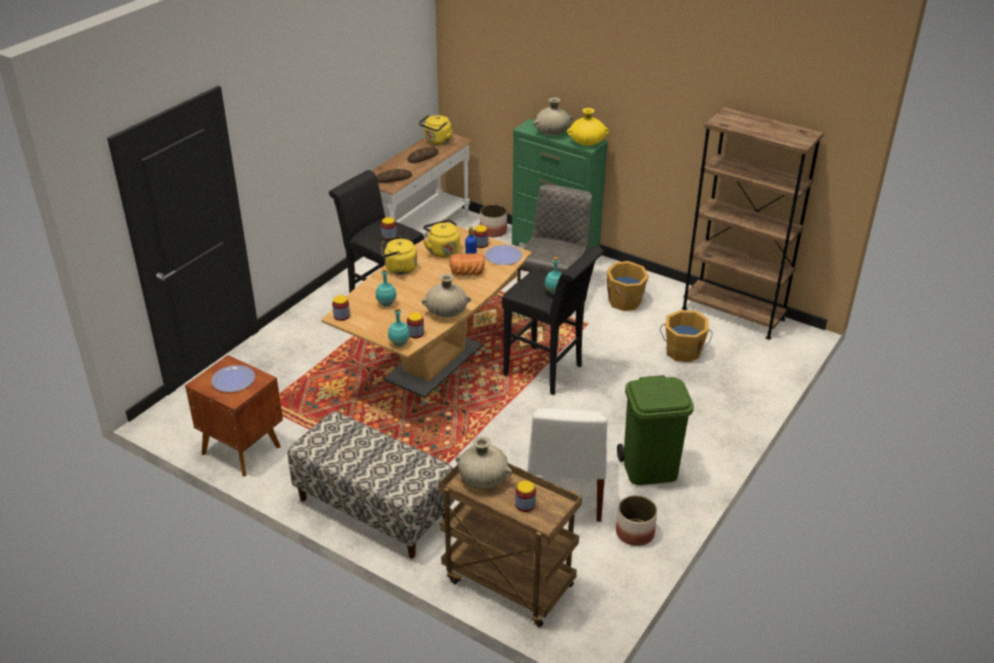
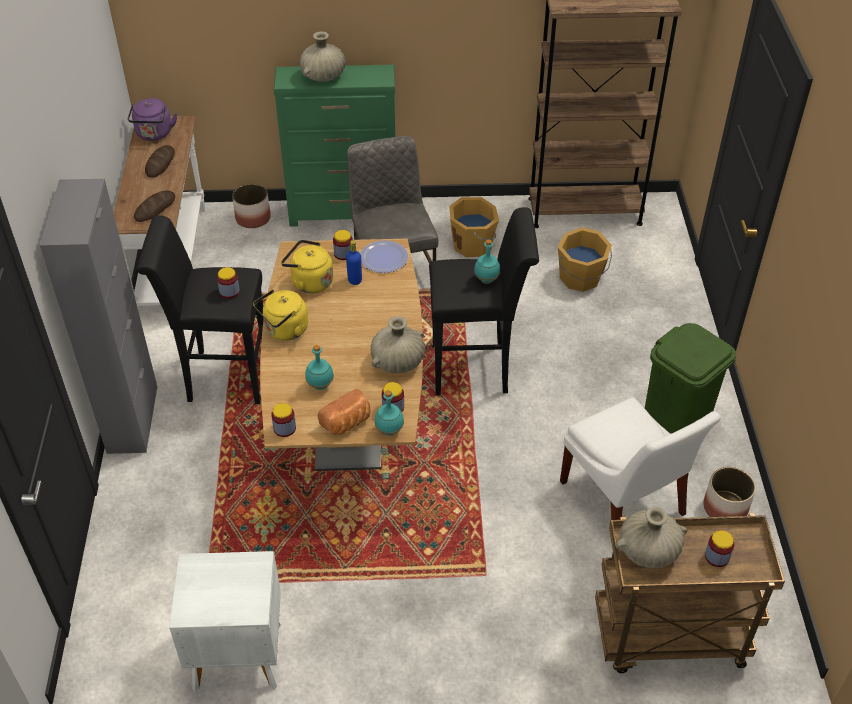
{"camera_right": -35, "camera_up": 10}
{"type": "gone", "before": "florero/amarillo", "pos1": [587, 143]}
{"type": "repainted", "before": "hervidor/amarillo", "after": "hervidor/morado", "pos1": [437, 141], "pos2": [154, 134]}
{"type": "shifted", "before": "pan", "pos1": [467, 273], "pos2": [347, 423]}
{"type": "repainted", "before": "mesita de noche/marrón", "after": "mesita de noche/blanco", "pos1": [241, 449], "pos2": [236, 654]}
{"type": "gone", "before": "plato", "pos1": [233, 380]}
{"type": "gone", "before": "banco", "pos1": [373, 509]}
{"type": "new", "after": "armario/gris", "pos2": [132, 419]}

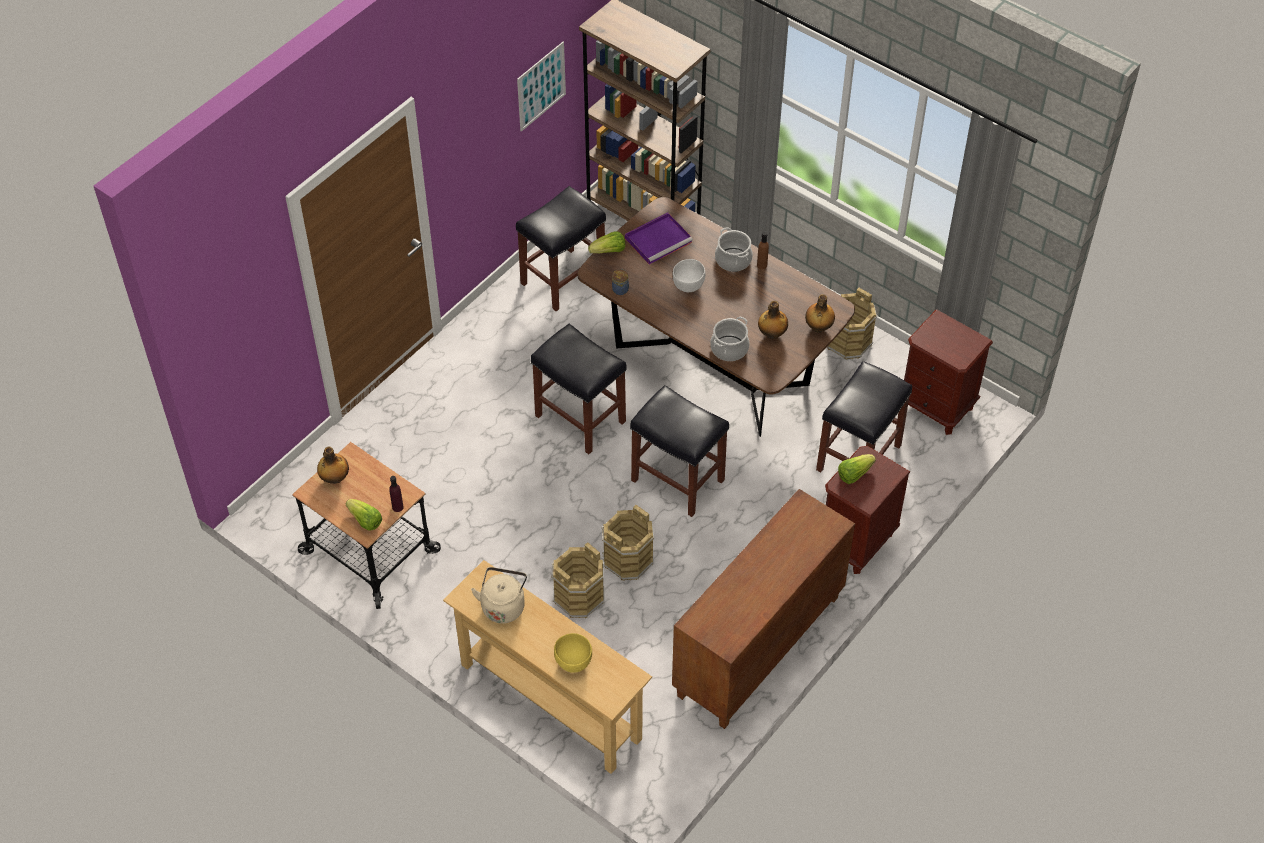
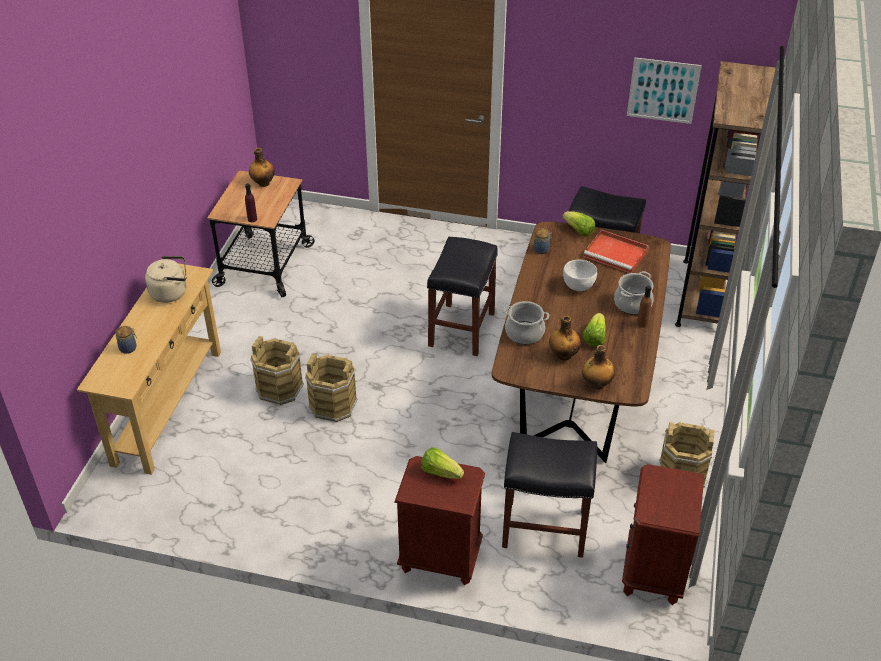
{"camera_right": 65, "camera_up": -10}
{"type": "repainted", "before": "bandeja/morado", "after": "bandeja/rojo", "pos1": [659, 239], "pos2": [617, 254]}
{"type": "gone", "before": "taburete/negro", "pos1": [676, 480]}
{"type": "gone", "before": "armario/marrón", "pos1": [759, 648]}
{"type": "shifted", "before": "lechuga", "pos1": [365, 521], "pos2": [594, 337]}
{"type": "swapped", "before": "cuenco/amarillo", "after": "tarro", "pos1": [573, 662], "pos2": [129, 348]}

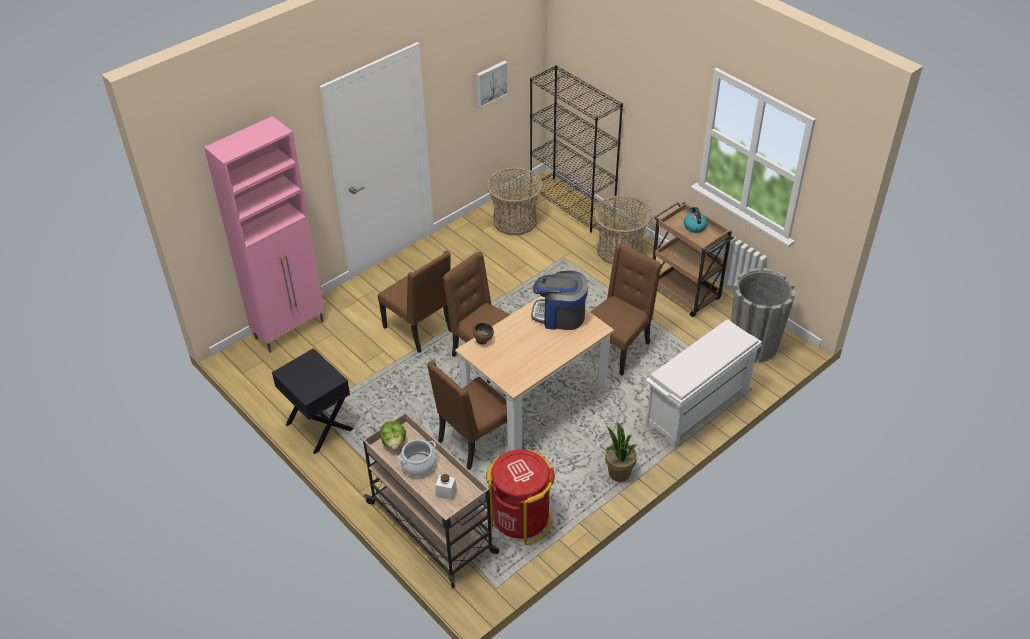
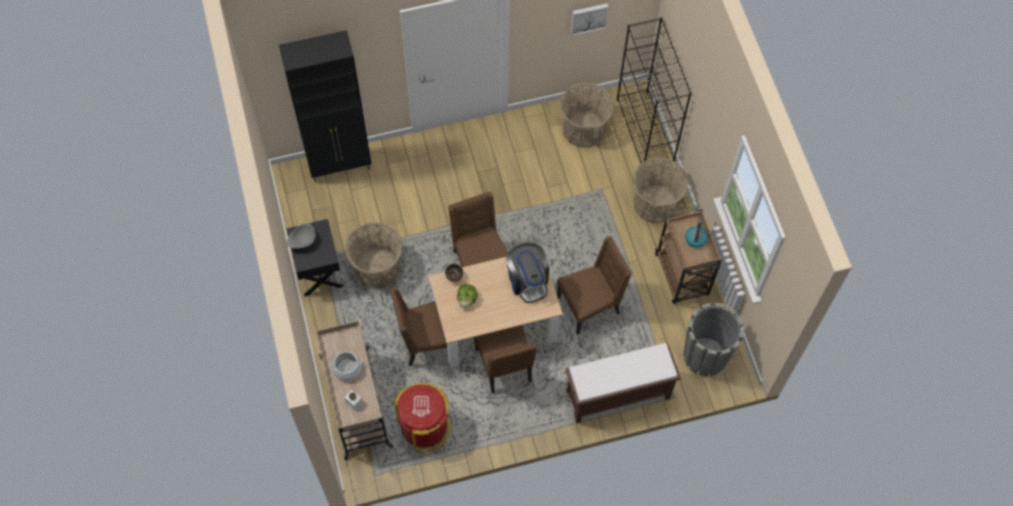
{"camera_right": 25, "camera_up": 20}
{"type": "repainted", "before": "armario/rosa", "after": "armario/negro", "pos1": [290, 330], "pos2": [341, 166]}
{"type": "shifted", "before": "silla/marrón", "pos1": [420, 329], "pos2": [505, 366]}
{"type": "rotated", "before": "cafetera", "pos1": [560, 316], "pos2": [527, 280], "turn": -150}
{"type": "repainted", "before": "banco/blanco", "after": "banco/marrón", "pos1": [696, 410], "pos2": [617, 395]}
{"type": "shifted", "before": "lechuga", "pos1": [394, 442], "pos2": [467, 299]}
{"type": "gone", "before": "planta en maceta", "pos1": [618, 473]}
{"type": "new", "after": "cesta", "pos2": [377, 267]}
{"type": "new", "after": "cuenco/gris", "pos2": [303, 242]}

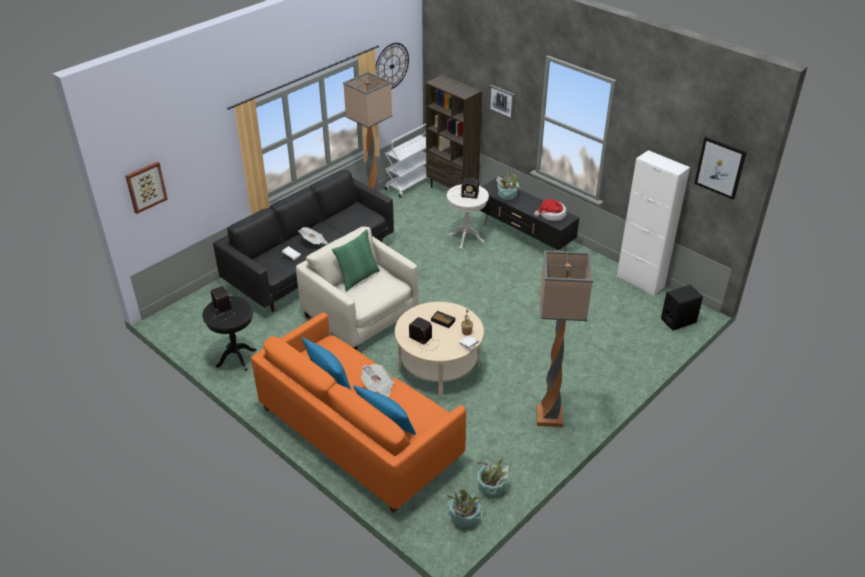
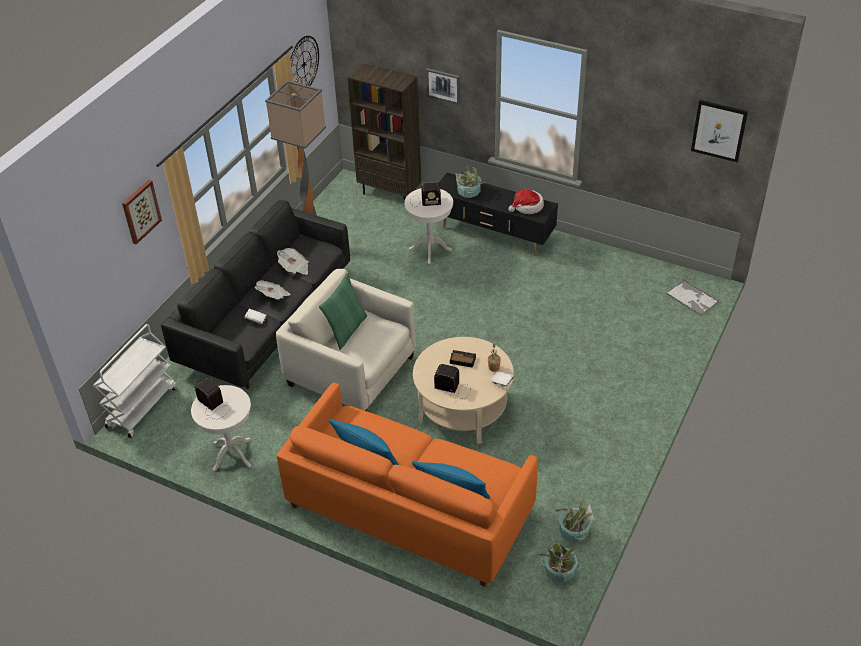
{"camera_right": -15, "camera_up": 5}
{"type": "shifted", "before": "carrito/blanco", "pos1": [410, 183], "pos2": [142, 406]}
{"type": "gone", "before": "armario/blanco", "pos1": [640, 282]}
{"type": "shifted", "before": "cuadro", "pos1": [146, 187], "pos2": [140, 211]}
{"type": "gone", "before": "lámpara de pie", "pos1": [548, 416]}
{"type": "swapped", "before": "altavoz/negro", "after": "bandeja", "pos1": [678, 321], "pos2": [692, 298]}
{"type": "repainted", "before": "mesa auxiliar/negro", "after": "mesa auxiliar/blanco", "pos1": [236, 358], "pos2": [231, 454]}
{"type": "shifted", "before": "periódico", "pos1": [378, 386], "pos2": [294, 268]}

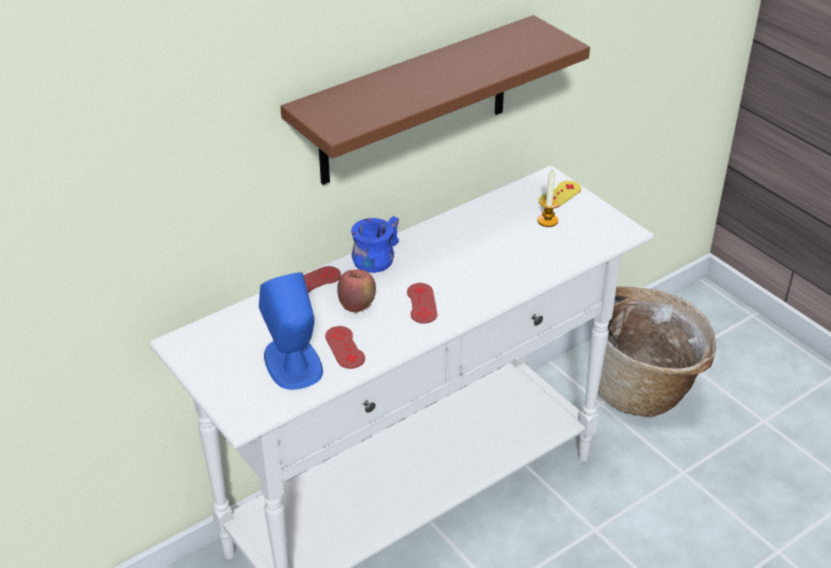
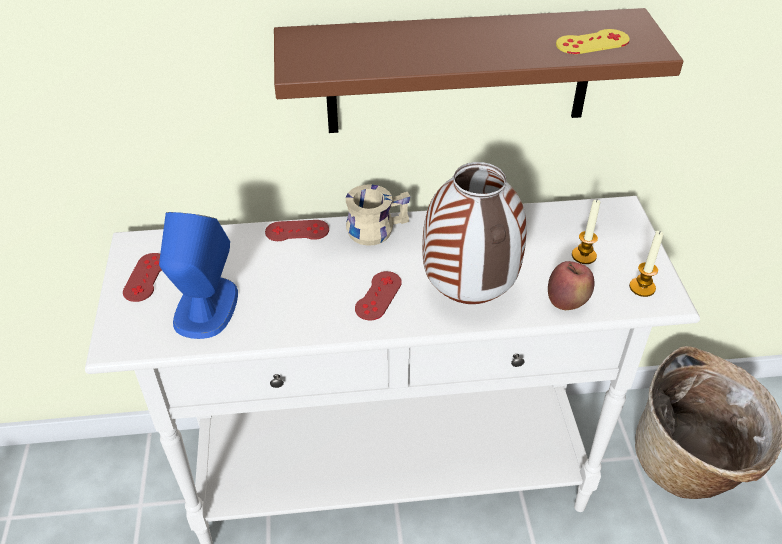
{"camera_right": 30, "camera_up": 5}
{"type": "shifted", "before": "mando de consola/amarillo", "pos1": [559, 195], "pos2": [592, 42]}
{"type": "repainted", "before": "taza grande/azul", "after": "taza grande/beis", "pos1": [374, 256], "pos2": [375, 227]}
{"type": "shifted", "before": "manzana", "pos1": [357, 306], "pos2": [566, 302]}
{"type": "shifted", "before": "mando de consola/rojo", "pos1": [345, 347], "pos2": [145, 277]}
{"type": "new", "after": "florero", "pos2": [466, 295]}
{"type": "new", "after": "vela", "pos2": [642, 287]}

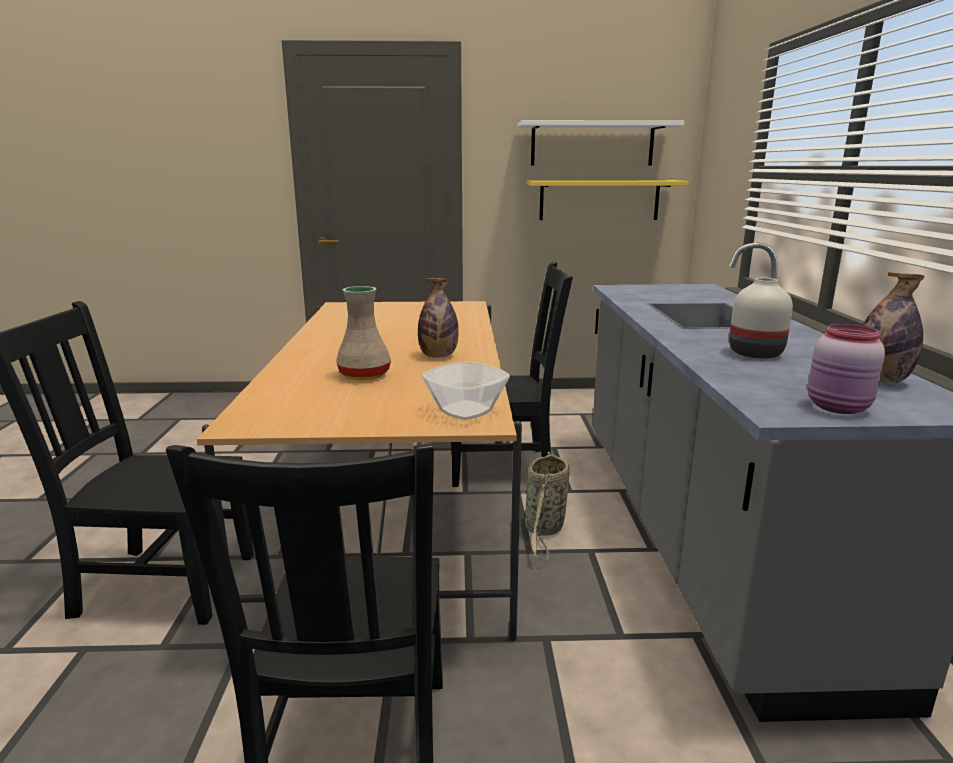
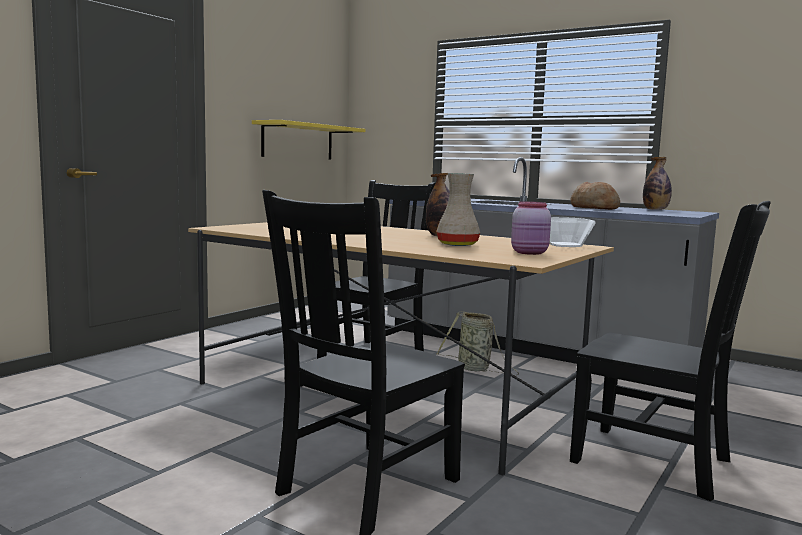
{"camera_right": -55, "camera_up": -10}
{"type": "gone", "before": "estante/blanco", "pos1": [592, 144]}
{"type": "swapped", "before": "florero/blanco", "after": "pan", "pos1": [754, 353], "pos2": [594, 208]}
{"type": "shifted", "before": "tarro/rosa", "pos1": [839, 408], "pos2": [530, 253]}

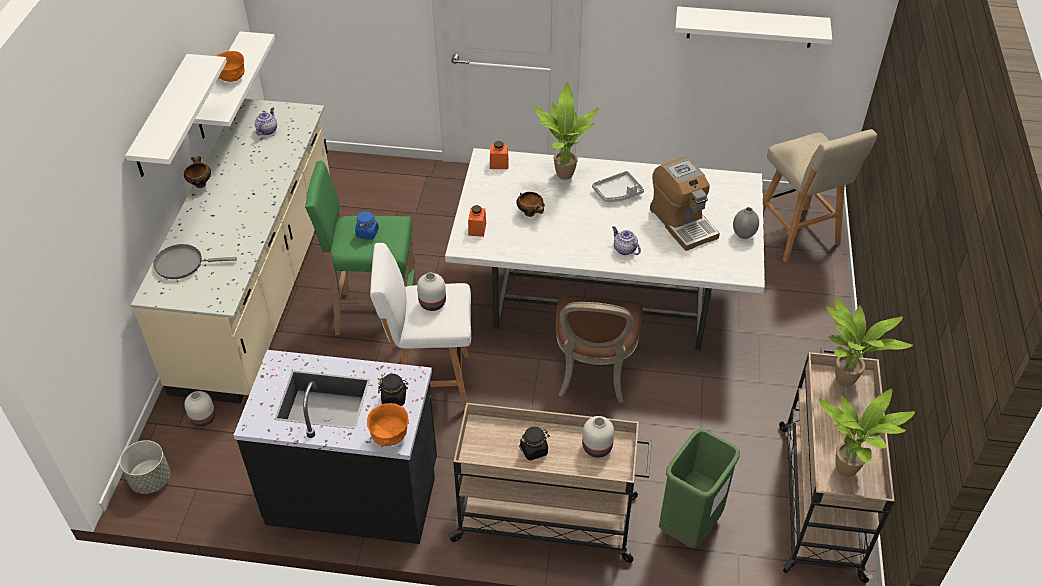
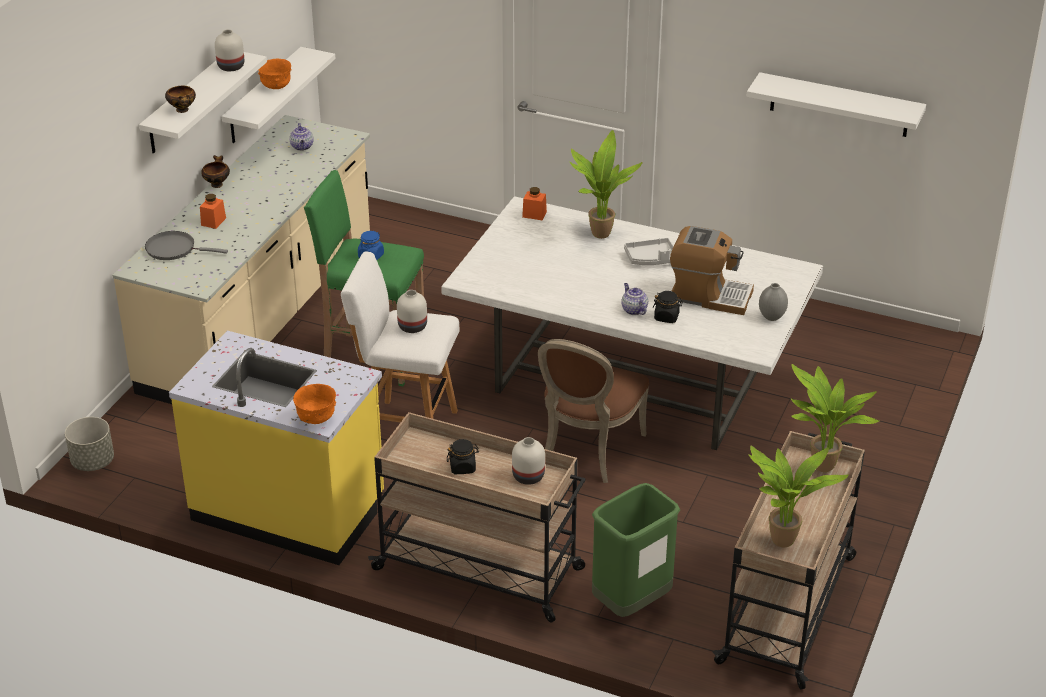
{"camera_right": 15, "camera_up": -10}
{"type": "rotated", "before": "tetera", "pos1": [267, 130], "pos2": [302, 147], "turn": 135}
{"type": "gone", "before": "taburete/beis", "pos1": [797, 236]}
{"type": "rotated", "before": "cafetera", "pos1": [682, 222], "pos2": [709, 296], "turn": -60}
{"type": "shifted", "before": "cuenco", "pos1": [530, 213], "pos2": [183, 110]}
{"type": "shifted", "before": "tarro/naranja", "pos1": [477, 229], "pos2": [213, 221]}
{"type": "repainted", "before": "mueble bajo de cocina/negro", "after": "mueble bajo de cocina/amarillo", "pos1": [353, 492], "pos2": [289, 509]}
{"type": "shifted", "before": "tarro/negro", "pos1": [394, 398], "pos2": [666, 317]}
{"type": "shifted", "before": "florero/blanco", "pos1": [202, 418], "pos2": [230, 66]}

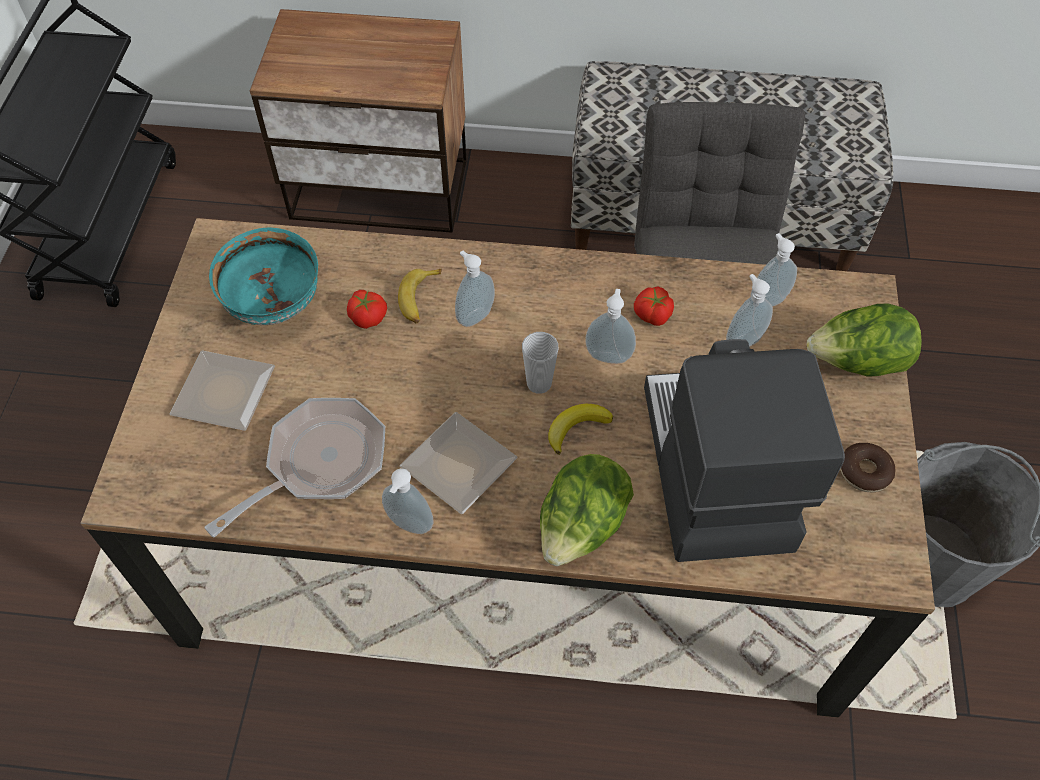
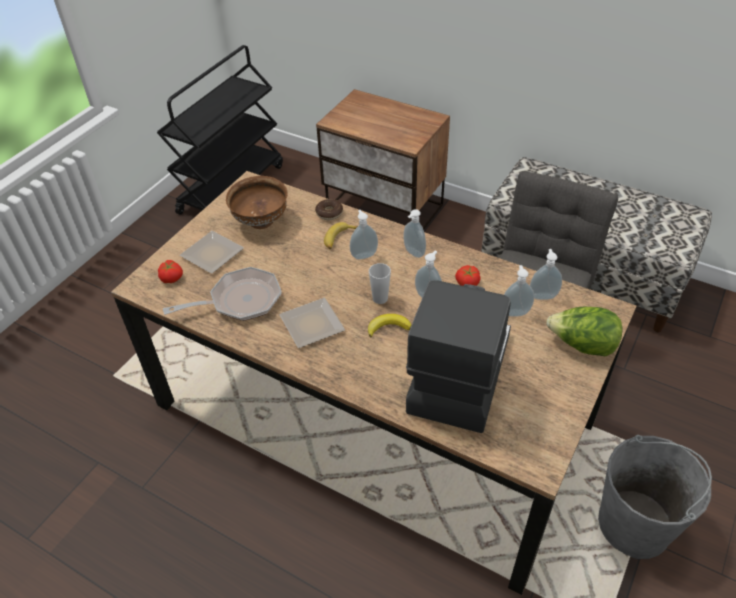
{"camera_right": 25, "camera_up": -10}
{"type": "repainted", "before": "cuenco/turquesa", "after": "cuenco/marrón", "pos1": [276, 307], "pos2": [262, 222]}
{"type": "shifted", "before": "tomate", "pos1": [368, 316], "pos2": [172, 277]}
{"type": "shifted", "before": "rosquilla", "pos1": [864, 472], "pos2": [329, 213]}
{"type": "gone", "before": "lechuga", "pos1": [581, 527]}
{"type": "shifted", "before": "dispensador de jabón", "pos1": [408, 526], "pos2": [413, 253]}

